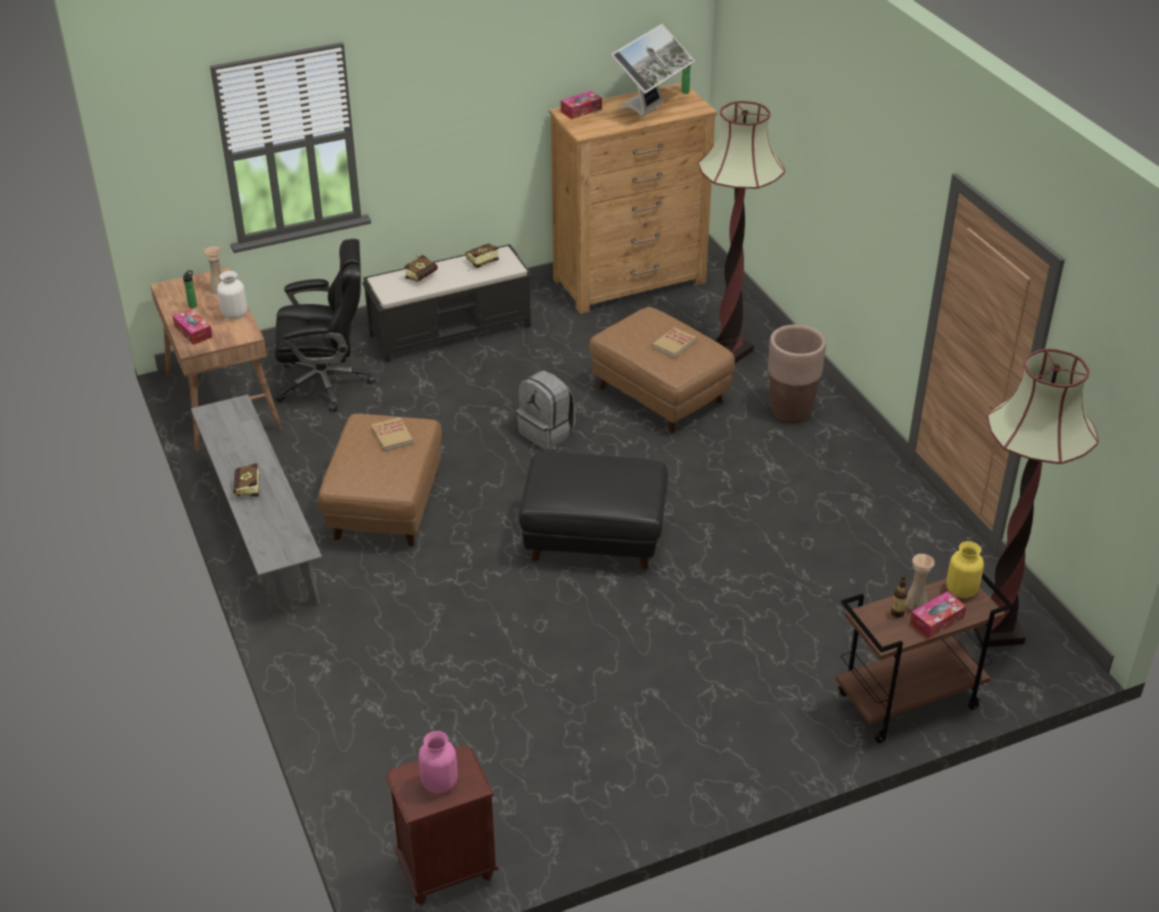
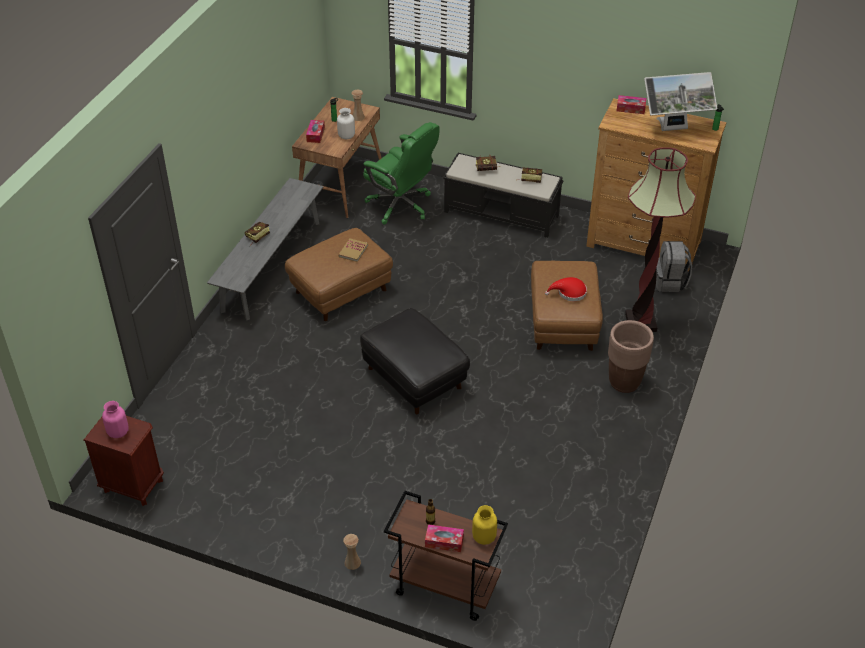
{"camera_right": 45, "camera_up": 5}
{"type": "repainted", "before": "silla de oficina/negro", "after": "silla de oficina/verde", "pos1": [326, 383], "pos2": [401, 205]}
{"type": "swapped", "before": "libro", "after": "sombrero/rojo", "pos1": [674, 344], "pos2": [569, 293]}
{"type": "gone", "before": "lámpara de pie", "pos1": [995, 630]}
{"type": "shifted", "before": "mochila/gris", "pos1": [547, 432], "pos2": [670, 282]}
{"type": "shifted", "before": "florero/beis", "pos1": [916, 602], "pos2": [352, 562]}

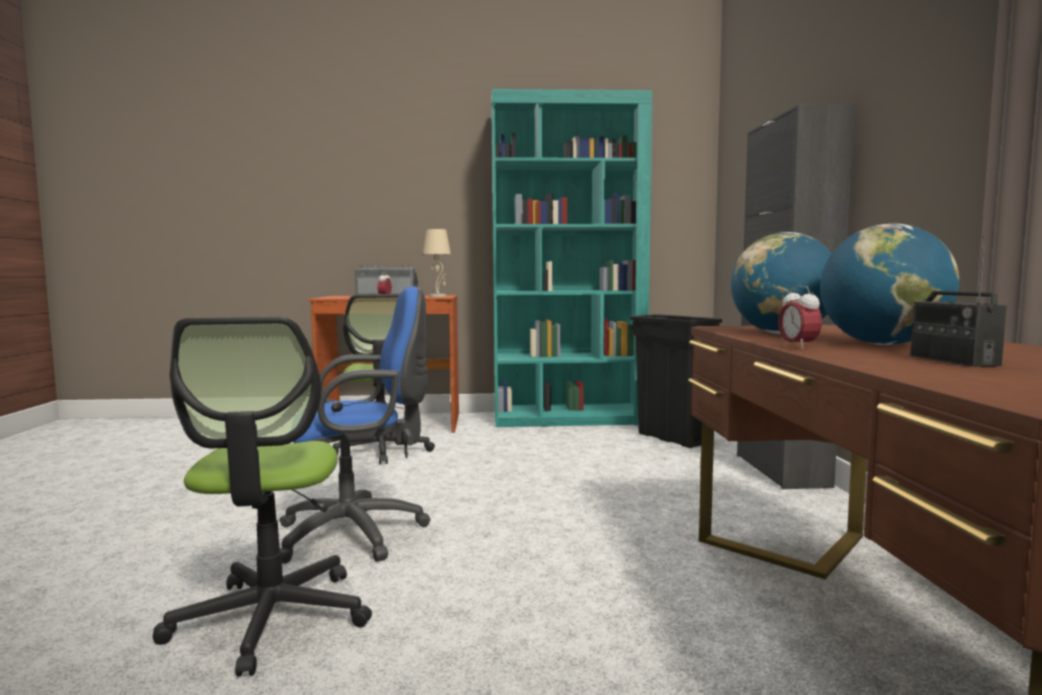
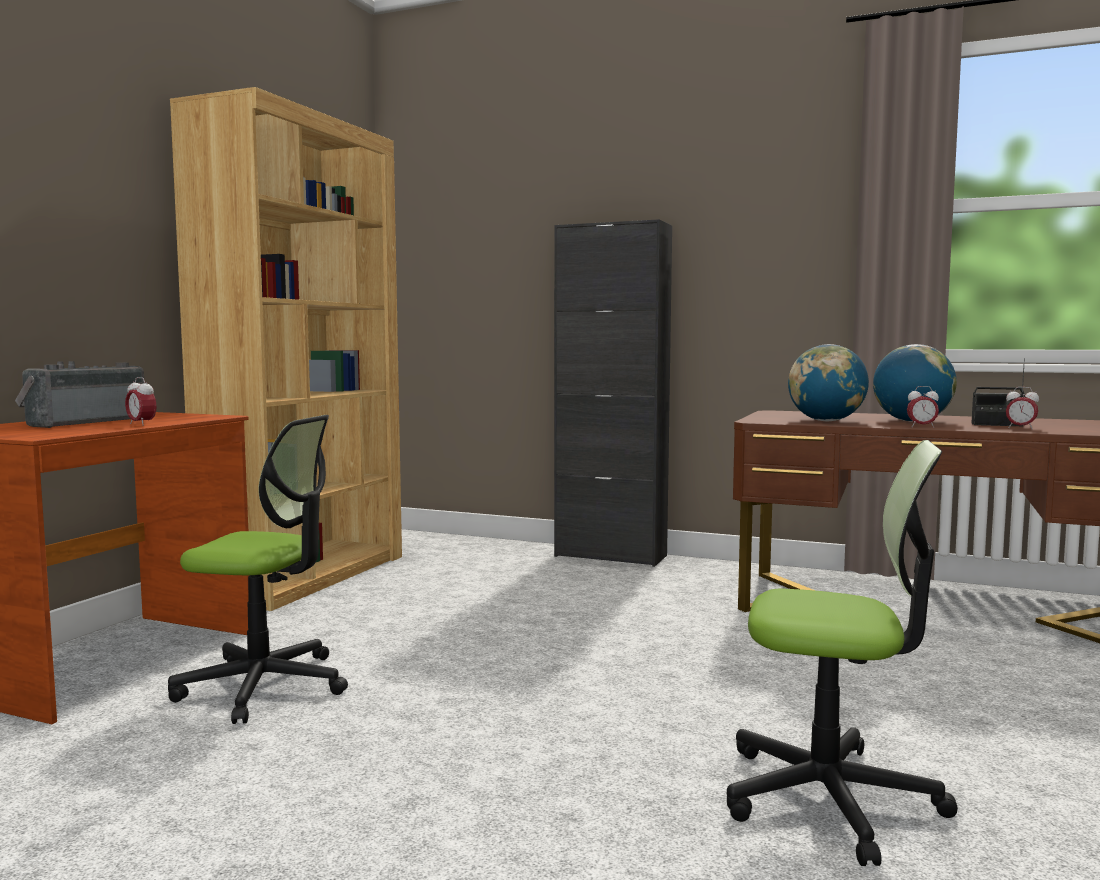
{"camera_right": -65, "camera_up": 0}
{"type": "repainted", "before": "estantería/turquesa", "after": "estantería/marrón", "pos1": [568, 419], "pos2": [308, 576]}
{"type": "gone", "before": "lámpara de mesa/beis", "pos1": [438, 296]}
{"type": "gone", "before": "silla de oficina/azul", "pos1": [360, 533]}
{"type": "gone", "before": "papelera/negro", "pos1": [672, 439]}
{"type": "new", "after": "despertador", "pos2": [1020, 428]}

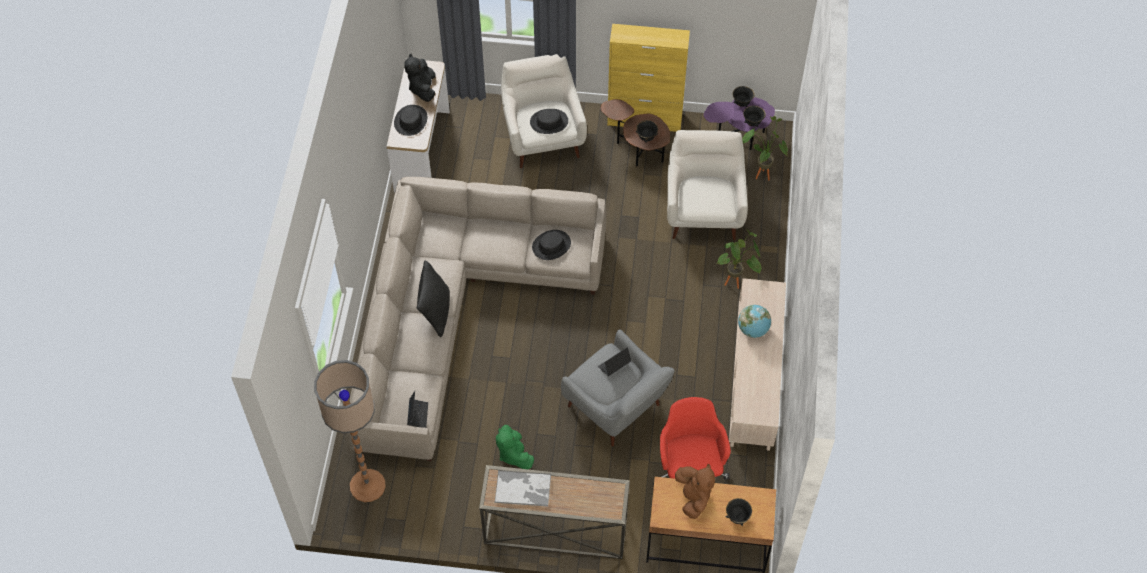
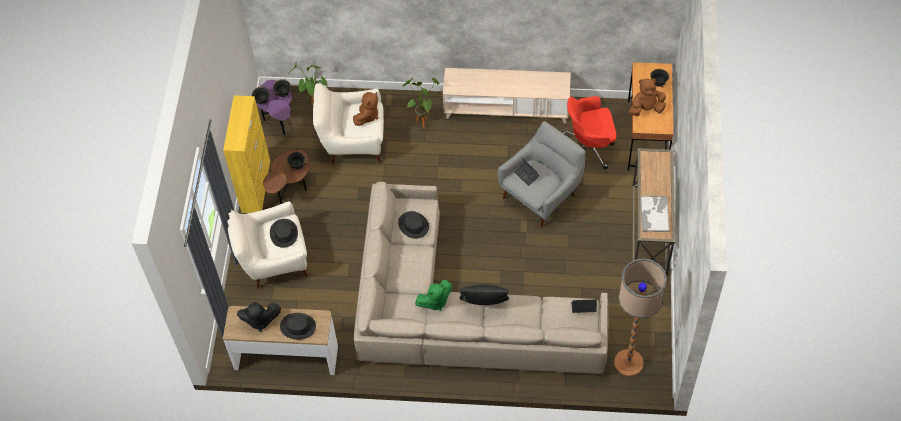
{"camera_right": -90, "camera_up": 0}
{"type": "gone", "before": "globo terráqueo", "pos1": [753, 329]}
{"type": "shifted", "before": "peluche/verde", "pos1": [513, 454], "pos2": [435, 301]}
{"type": "new", "after": "peluche/marrón", "pos2": [367, 115]}

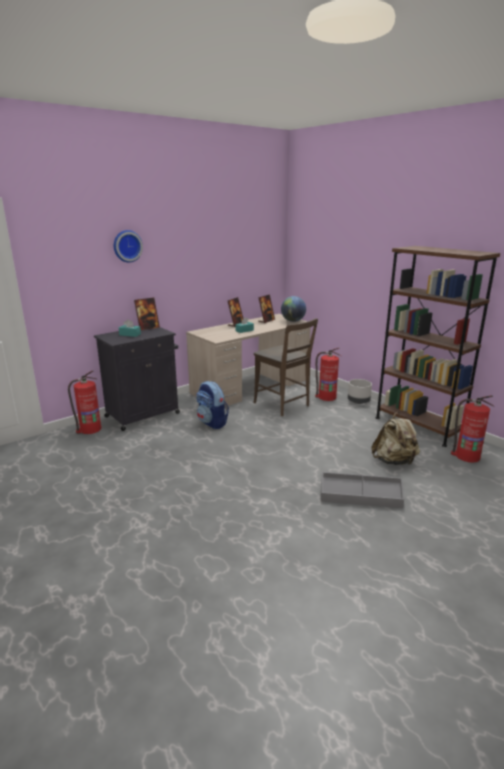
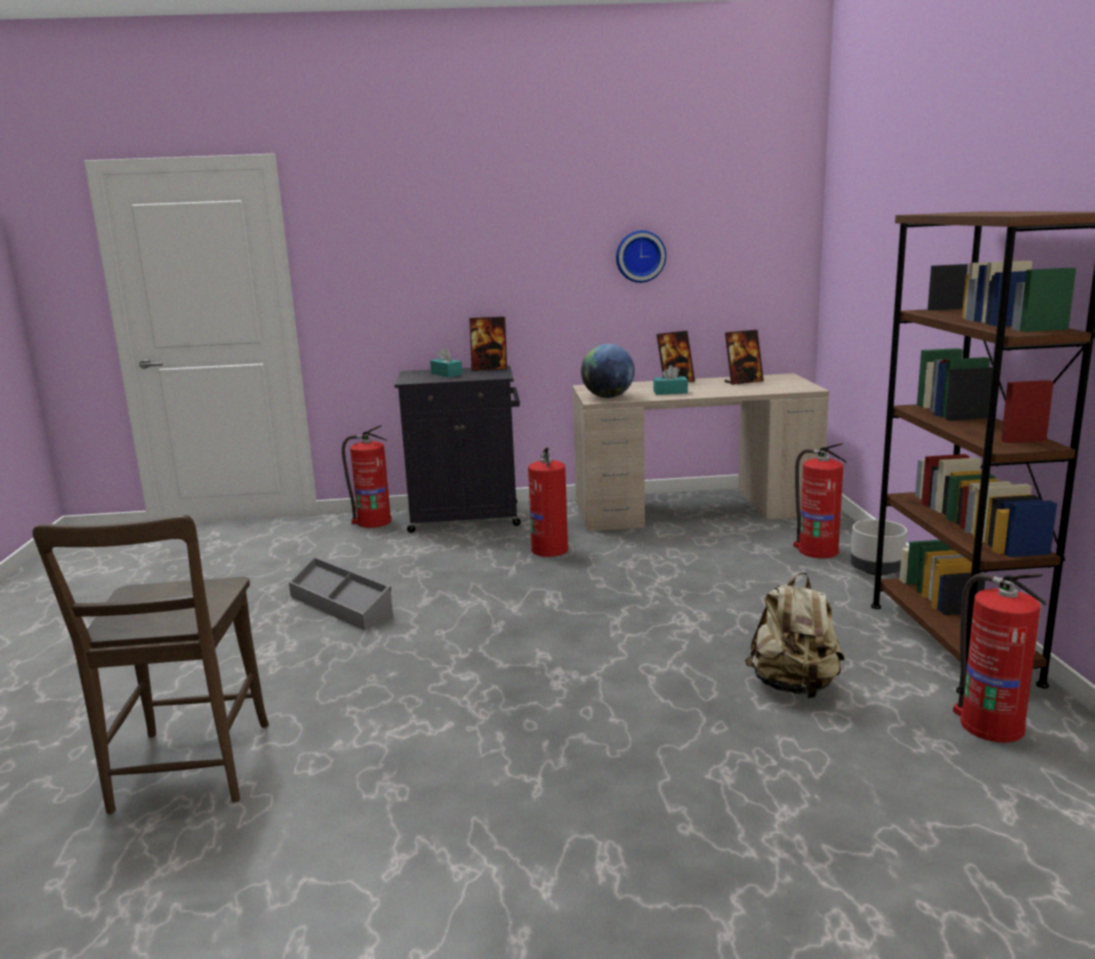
{"camera_right": 35, "camera_up": -5}
{"type": "shifted", "before": "reloj de pared", "pos1": [127, 246], "pos2": [640, 256]}
{"type": "shifted", "before": "globo terráqueo", "pos1": [293, 321], "pos2": [608, 397]}
{"type": "shifted", "before": "silla/marrón", "pos1": [283, 405], "pos2": [189, 772]}
{"type": "swapped", "before": "mochila", "after": "extintor", "pos1": [212, 423], "pos2": [550, 549]}
{"type": "shifted", "before": "caja de almacenaje/gris", "pos1": [360, 497], "pos2": [341, 606]}

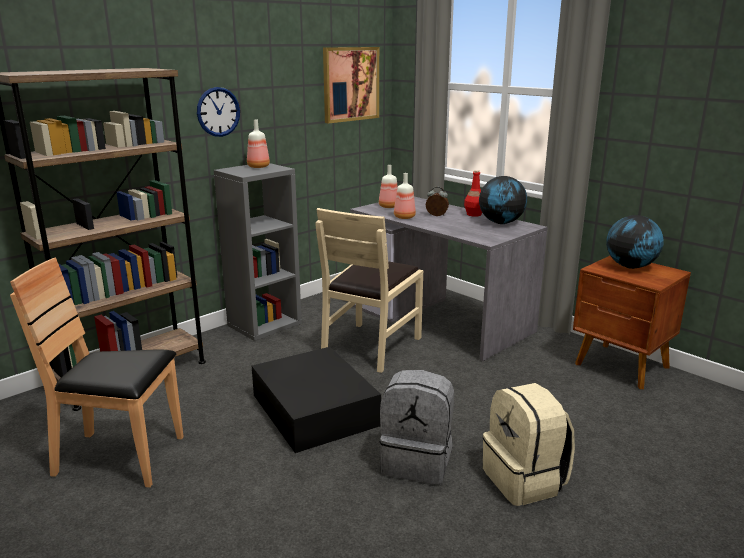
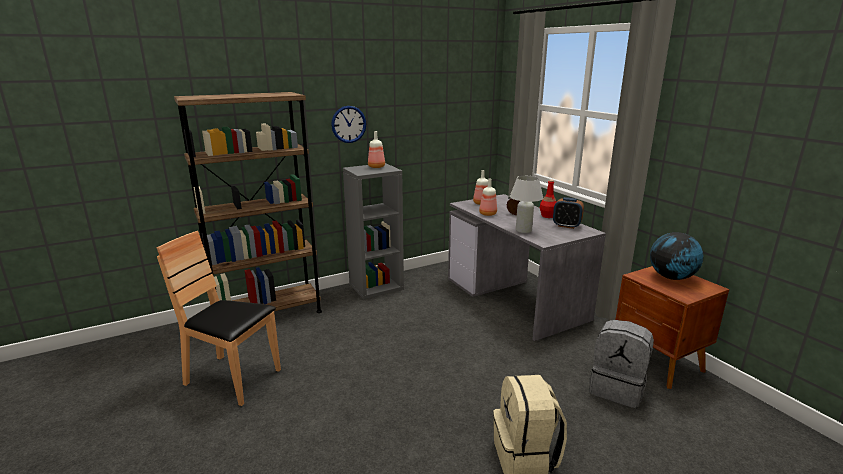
{"camera_right": 15, "camera_up": 0}
{"type": "gone", "before": "cuadro", "pos1": [350, 84]}
{"type": "swapped", "before": "globo terráqueo", "after": "despertador", "pos1": [501, 223], "pos2": [566, 226]}
{"type": "gone", "before": "silla/beis", "pos1": [370, 346]}
{"type": "gone", "before": "caja de almacenaje/negro", "pos1": [314, 408]}
{"type": "shifted", "before": "mochila/gris", "pos1": [417, 461], "pos2": [617, 388]}
{"type": "new", "after": "lámpara de mesa/blanco", "pos2": [523, 231]}

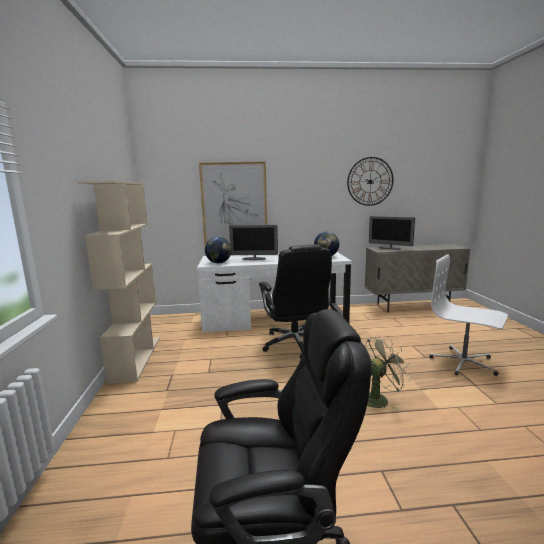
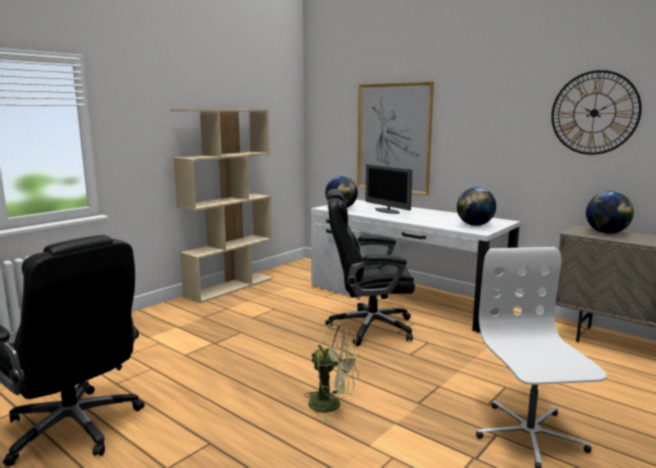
{"camera_right": 45, "camera_up": 0}
{"type": "swapped", "before": "monitor", "after": "globo terráqueo", "pos1": [390, 248], "pos2": [606, 233]}
{"type": "rotated", "before": "silla de oficina/negro", "pos1": [295, 344], "pos2": [369, 327], "turn": 60}

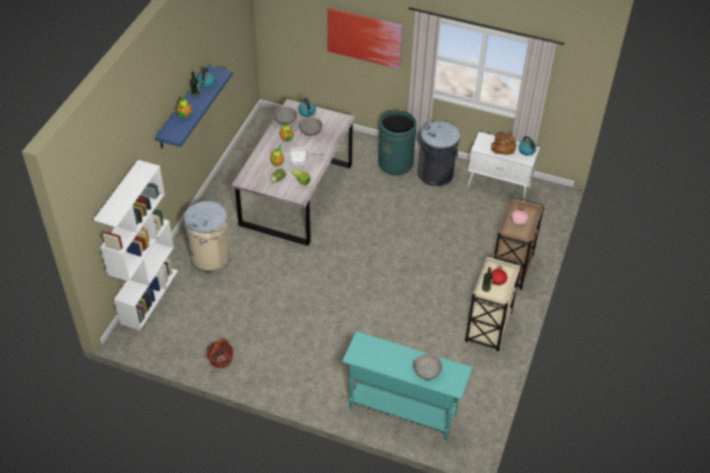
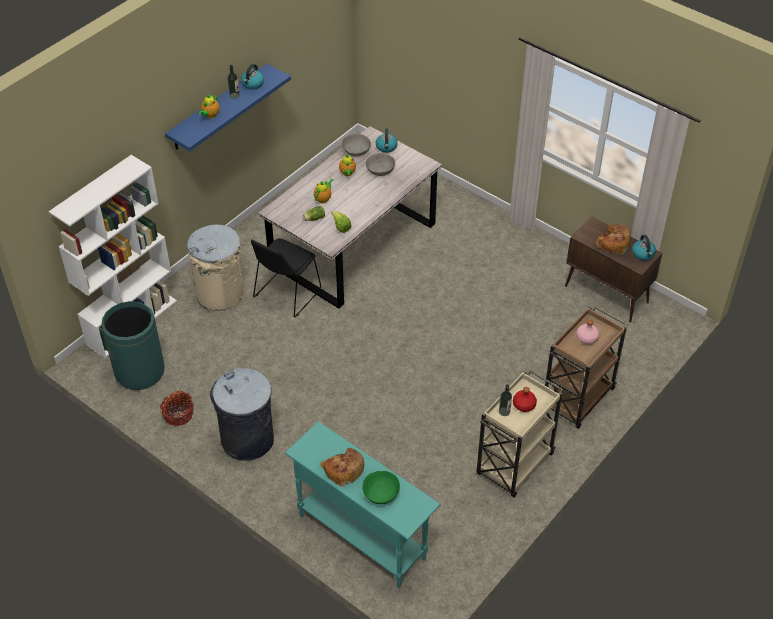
{"camera_right": 20, "camera_up": 0}
{"type": "gone", "before": "cuadro", "pos1": [364, 37]}
{"type": "shifted", "before": "papelera/verde", "pos1": [395, 163], "pos2": [140, 371]}
{"type": "shifted", "before": "papelera/gris", "pos1": [435, 174], "pos2": [247, 440]}
{"type": "repainted", "before": "armario/blanco", "after": "armario/marrón", "pos1": [499, 188], "pos2": [607, 295]}
{"type": "gone", "before": "sartén", "pos1": [301, 162]}
{"type": "repainted", "before": "cuenco/gris", "after": "cuenco/verde", "pos1": [427, 371], "pos2": [380, 493]}
{"type": "new", "after": "silla/negro", "pos2": [286, 295]}
{"type": "new", "after": "pan", "pos2": [343, 469]}

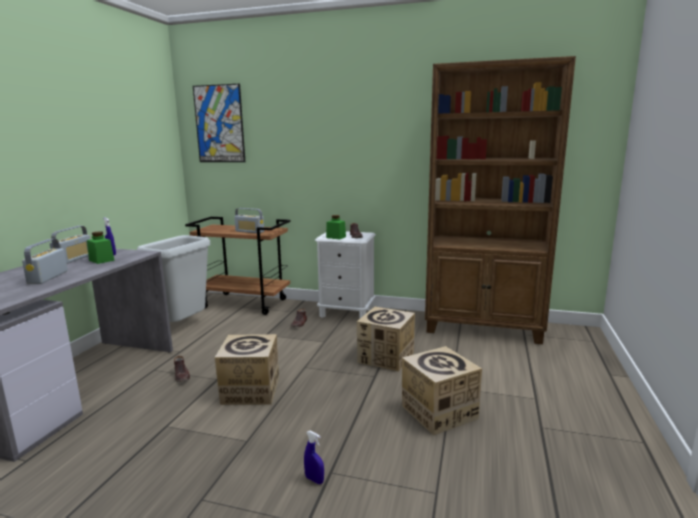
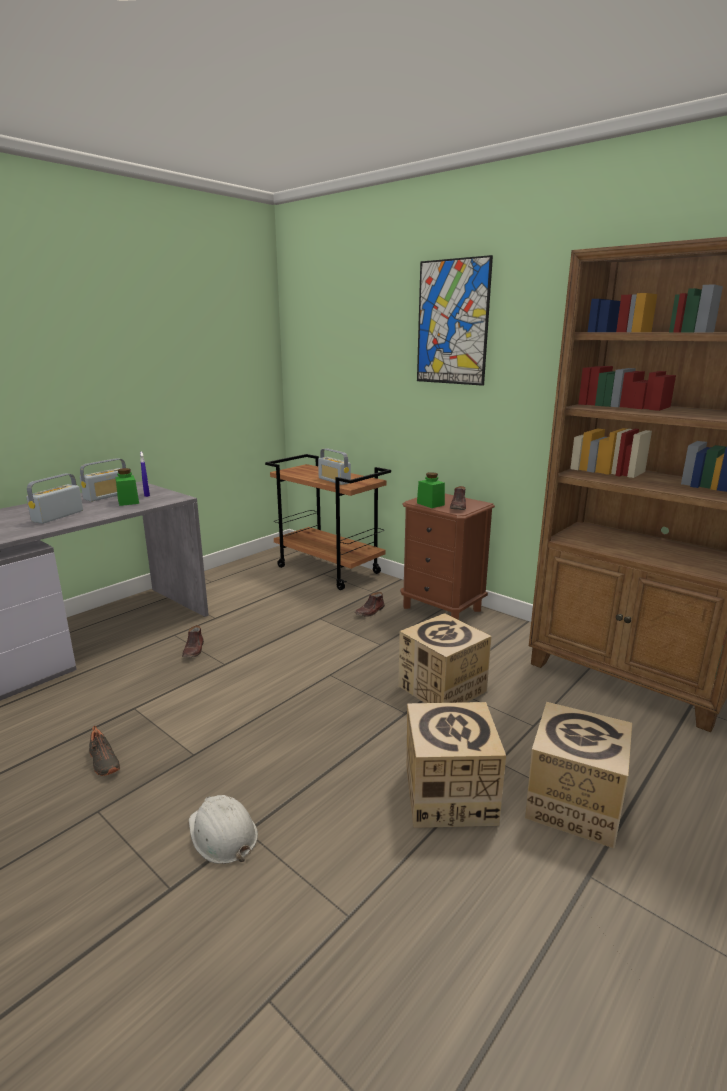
{"camera_right": 25, "camera_up": 5}
{"type": "shifted", "before": "cuadro", "pos1": [219, 124], "pos2": [452, 323]}
{"type": "repainted", "before": "mesita de noche/blanco", "after": "mesita de noche/marrón", "pos1": [346, 313], "pos2": [442, 608]}
{"type": "gone", "before": "papelera/gris", "pos1": [183, 325]}
{"type": "shifted", "before": "caja de cartón", "pos1": [250, 390], "pos2": [573, 803]}
{"type": "swapped", "before": "pulverizador/azul", "after": "casco/blanco", "pos1": [314, 480], "pos2": [222, 834]}
{"type": "new", "after": "zapato/negro", "pos2": [103, 762]}

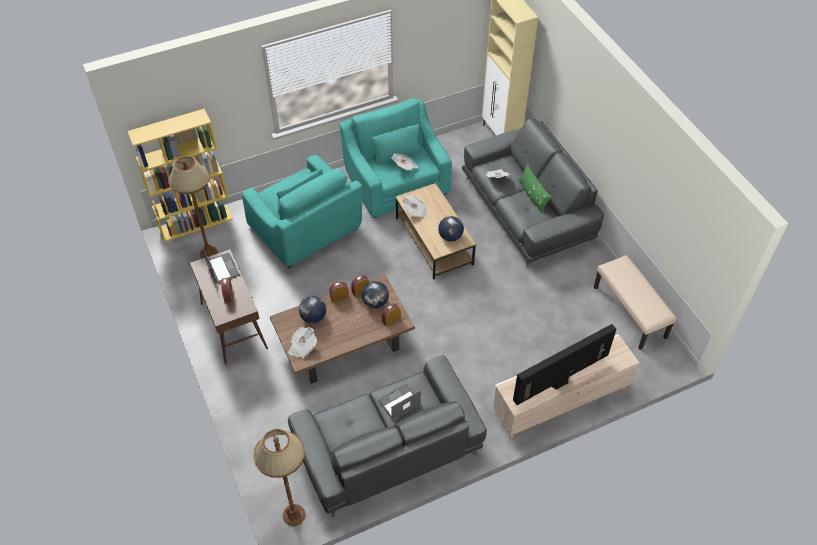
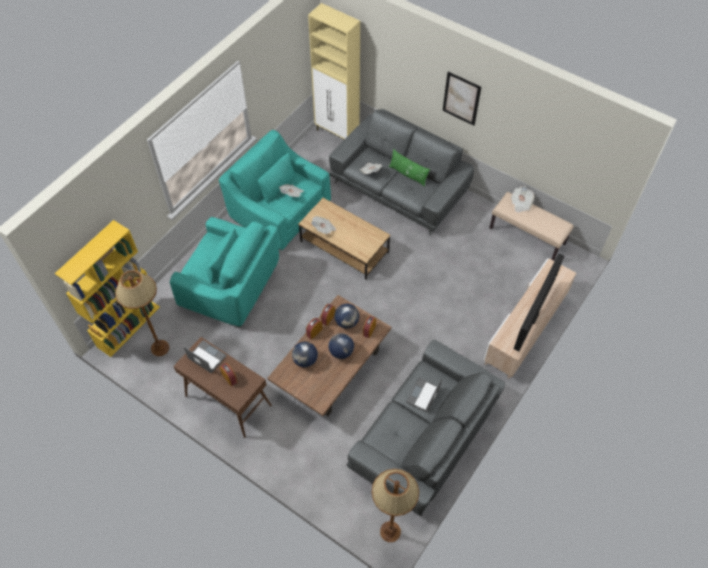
{"camera_right": -30, "camera_up": 5}
{"type": "shifted", "before": "globo terráqueo", "pos1": [450, 236], "pos2": [341, 352]}
{"type": "shifted", "before": "periódico", "pos1": [302, 347], "pos2": [521, 204]}
{"type": "new", "after": "cuadro", "pos2": [461, 98]}

